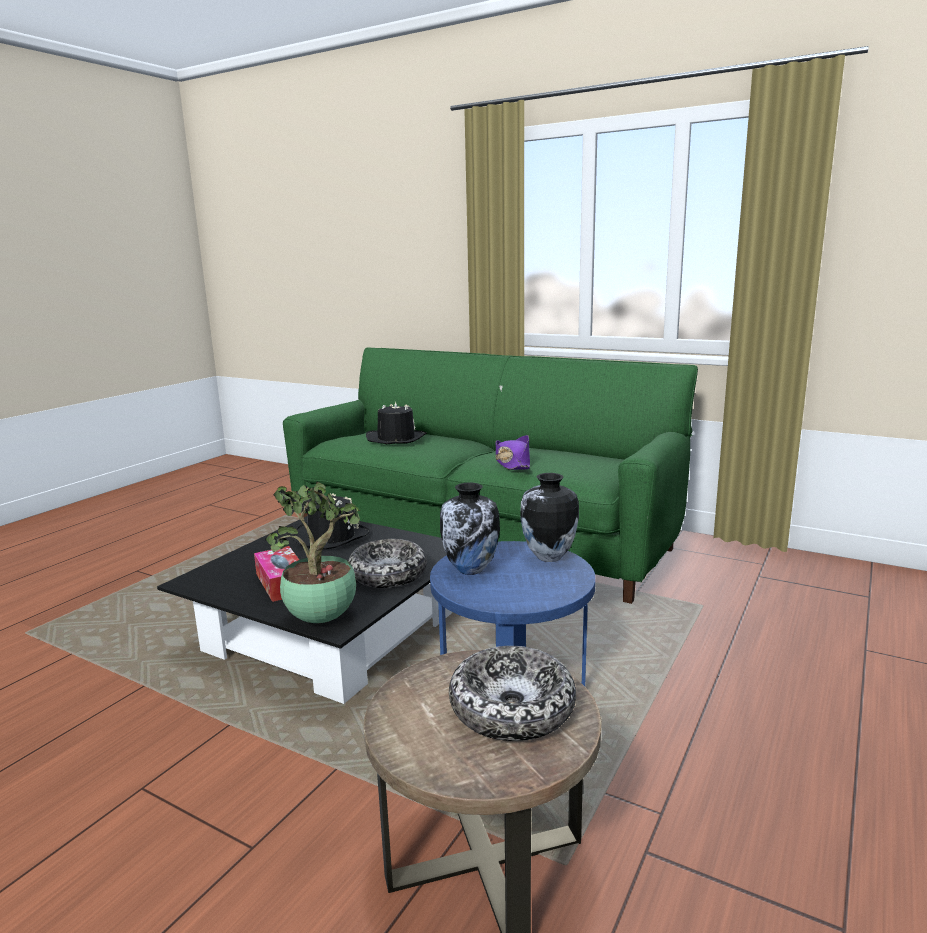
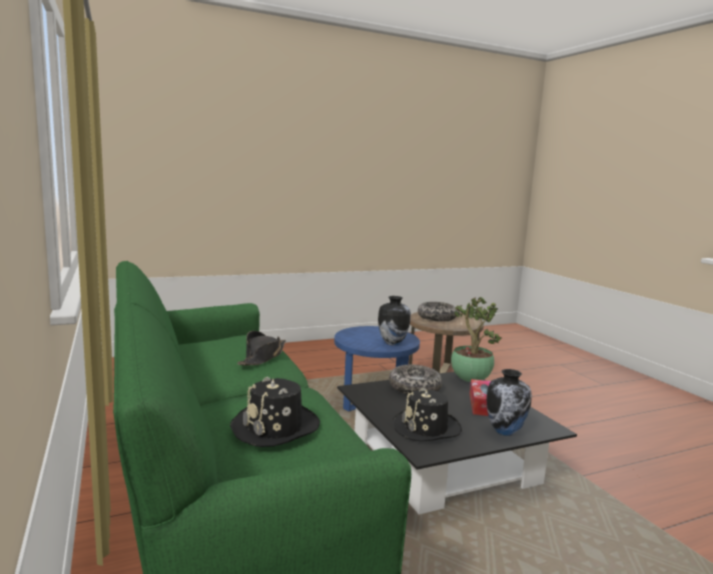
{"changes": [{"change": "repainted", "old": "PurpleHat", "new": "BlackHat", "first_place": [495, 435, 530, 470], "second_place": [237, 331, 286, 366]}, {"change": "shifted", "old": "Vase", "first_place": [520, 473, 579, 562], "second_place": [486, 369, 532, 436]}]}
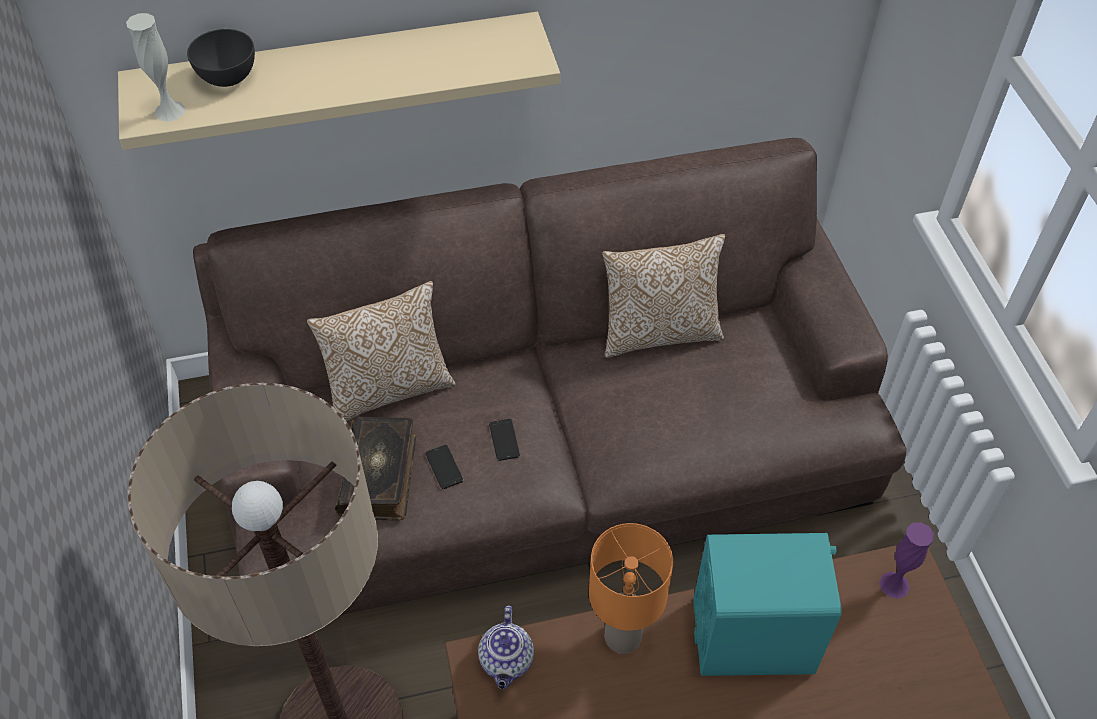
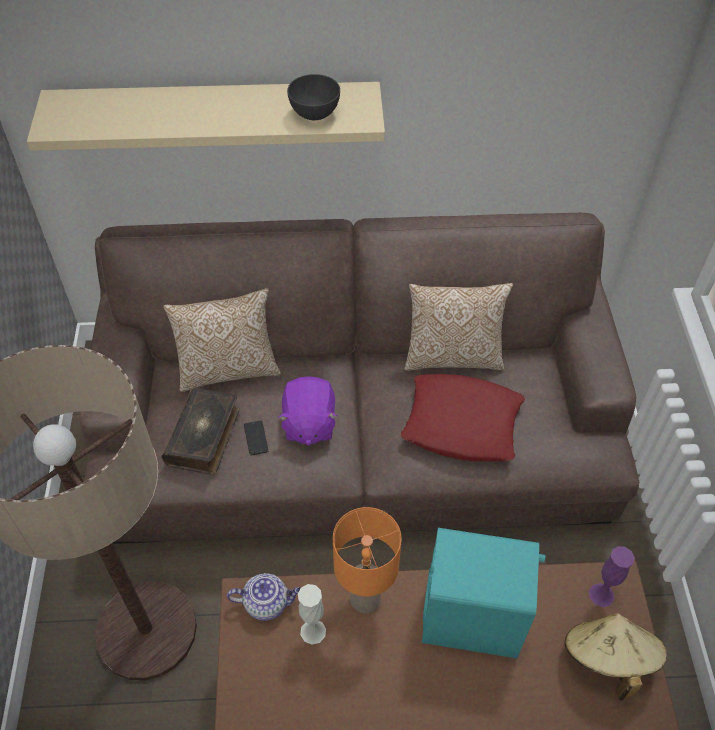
{"changes": [{"change": "rotated", "old": "Teapot", "first_place": [478, 605, 534, 689], "second_place": [227, 573, 301, 621], "degrees": -105}, {"change": "swapped", "old": "Phone", "new": "PurplePlushToy", "first_place": [489, 419, 520, 461], "second_place": [278, 376, 338, 446]}, {"change": "shifted", "old": "GreyBowl", "first_place": [187, 29, 255, 87], "second_place": [287, 74, 340, 120]}, {"change": "shifted", "old": "WhiteVase", "first_place": [126, 13, 185, 122], "second_place": [298, 584, 326, 645]}, {"change": "new", "new": "RedPillow", "second_place": [401, 374, 525, 462]}, {"change": "new", "new": "BeigeHat", "second_place": [565, 613, 667, 700]}]}
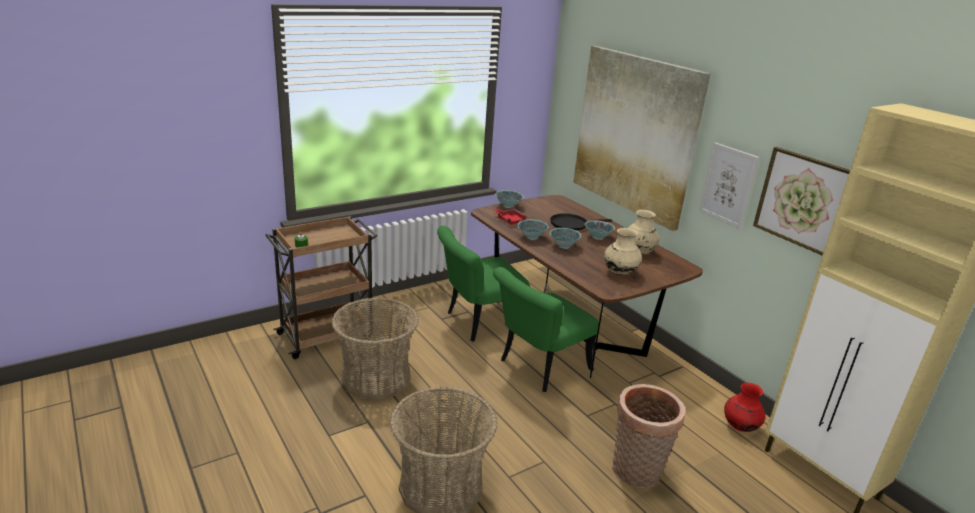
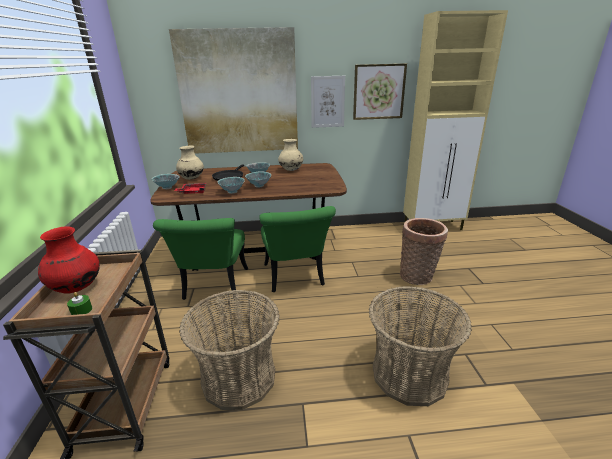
{"changes": [{"change": "shifted", "old": "RedVase", "first_place": [724, 383, 765, 432], "second_place": [38, 226, 100, 294]}, {"change": "shifted", "old": "BeigeVase", "first_place": [604, 228, 642, 275], "second_place": [176, 146, 204, 180]}]}
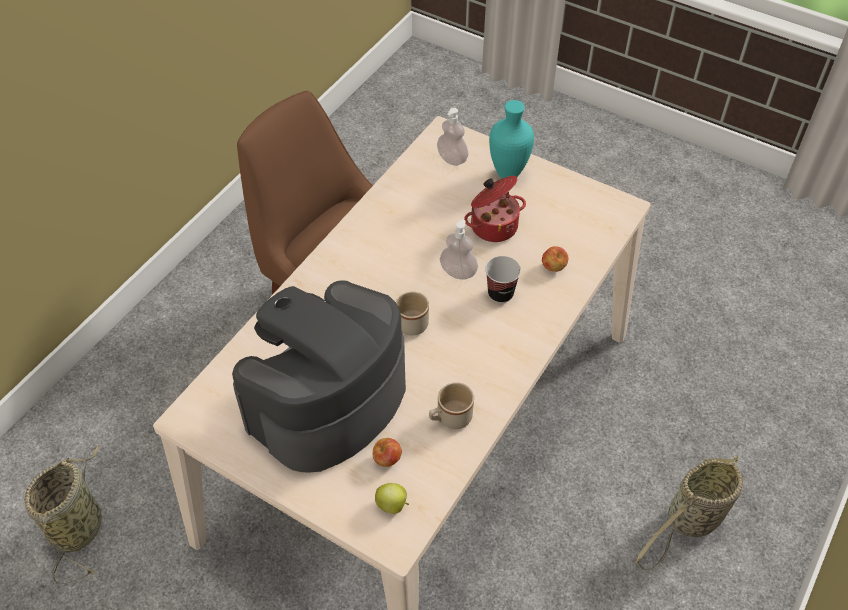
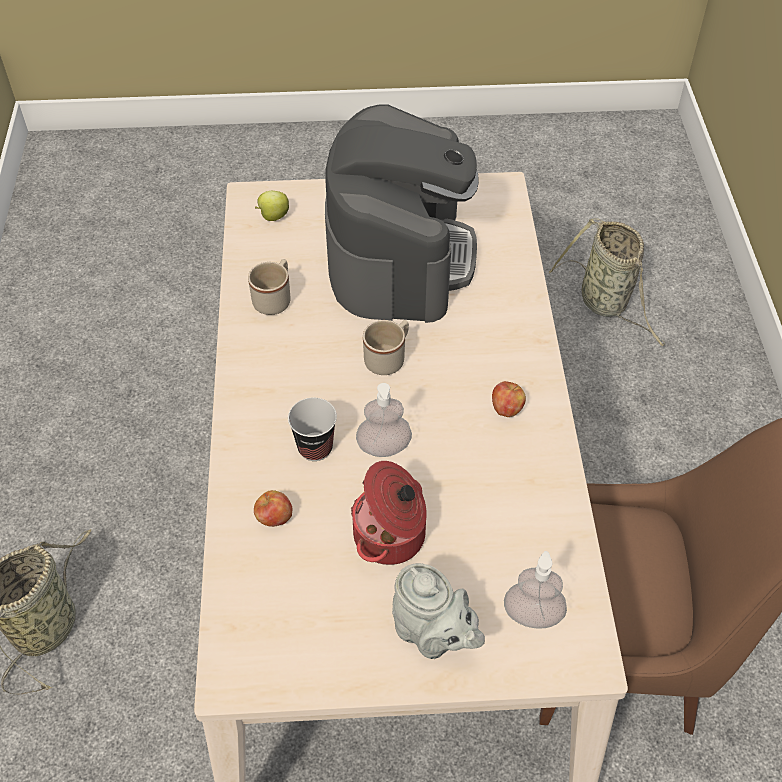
{"changes": [{"change": "swapped", "old": "TurquoiseVase", "new": "GreyTeapot", "first_place": [489, 100, 534, 178], "second_place": [392, 563, 485, 659]}, {"change": "shifted", "old": "Apple", "first_place": [372, 438, 402, 467], "second_place": [492, 381, 526, 417]}]}
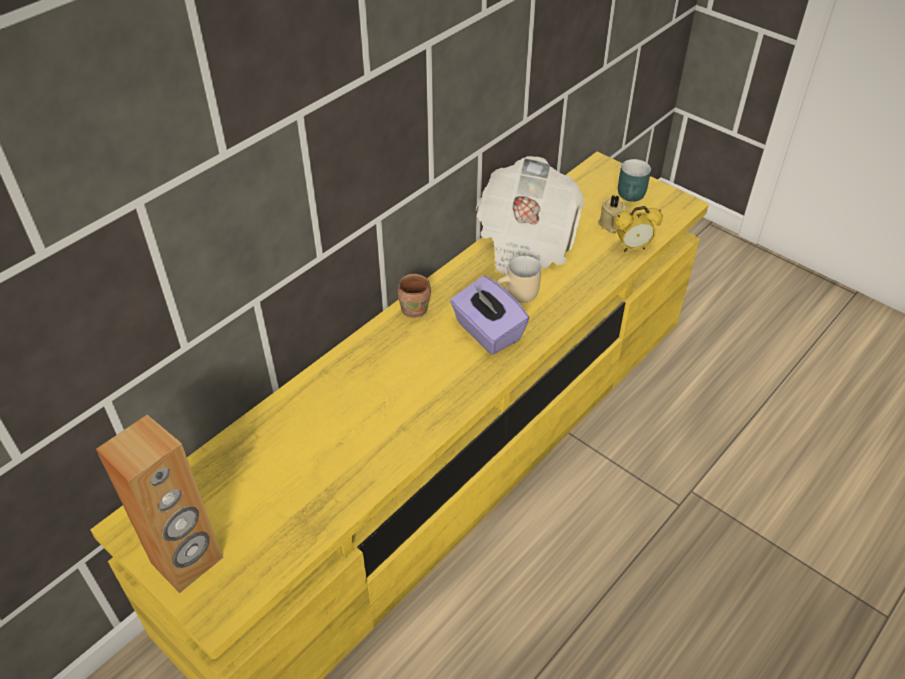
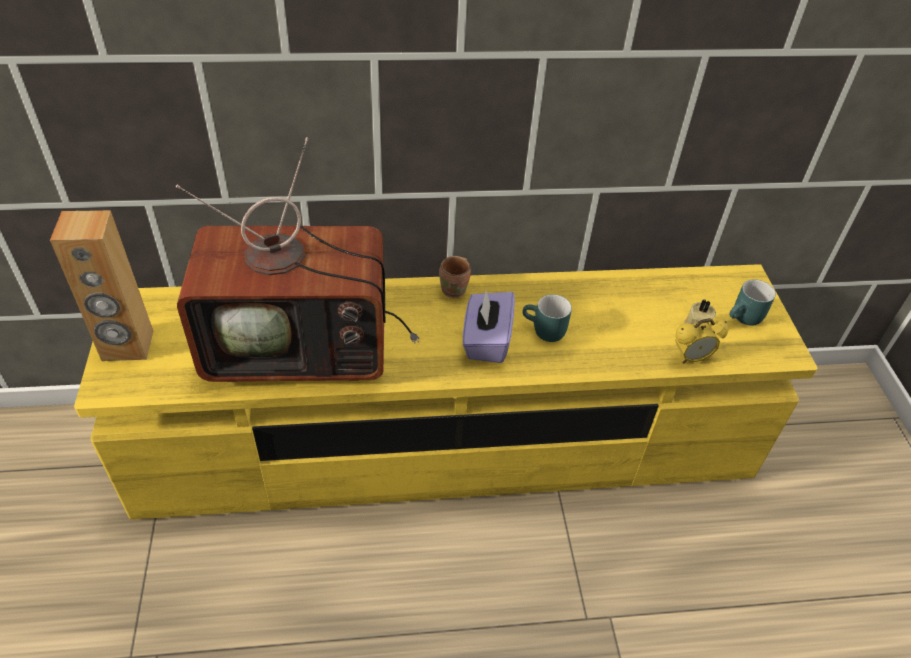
{"changes": [{"change": "new", "new": "Television", "second_place": [176, 137, 419, 382]}, {"change": "repainted", "old": "BeigeMug", "new": "TurquoiseMug", "first_place": [496, 255, 542, 303], "second_place": [523, 294, 572, 342]}, {"change": "rotated", "old": "AlarmClock", "first_place": [614, 206, 663, 252], "second_place": [675, 318, 728, 364], "degrees": -45}, {"change": "gone", "old": "Newspaper", "first_place": [476, 156, 584, 275]}]}
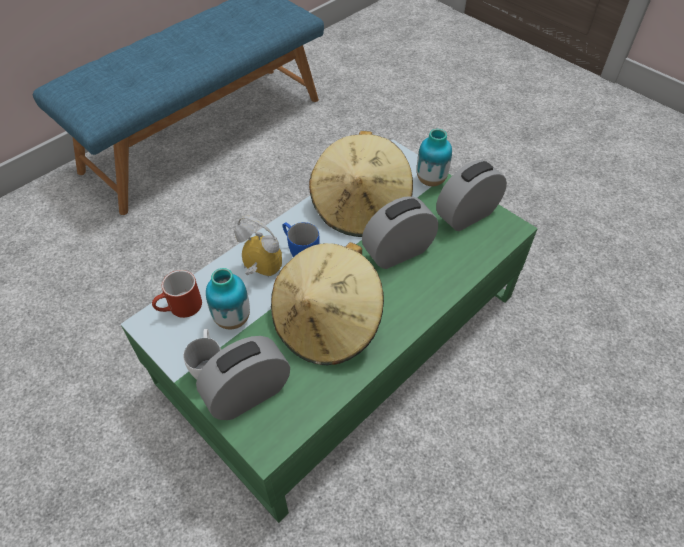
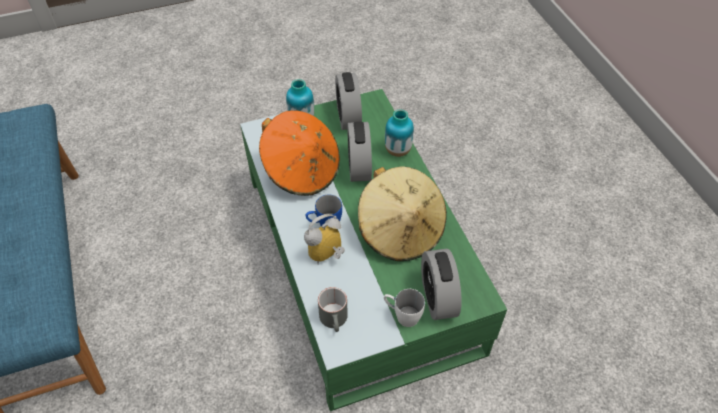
{"changes": [{"change": "repainted", "old": "BeigeHat", "new": "OrangeHat", "first_place": [309, 131, 413, 237], "second_place": [259, 111, 340, 196]}, {"change": "repainted", "old": "RedMug", "new": "GreyMug", "first_place": [152, 270, 202, 318], "second_place": [318, 287, 348, 332]}, {"change": "shifted", "old": "Vase", "first_place": [206, 268, 250, 330], "second_place": [385, 109, 414, 157]}]}
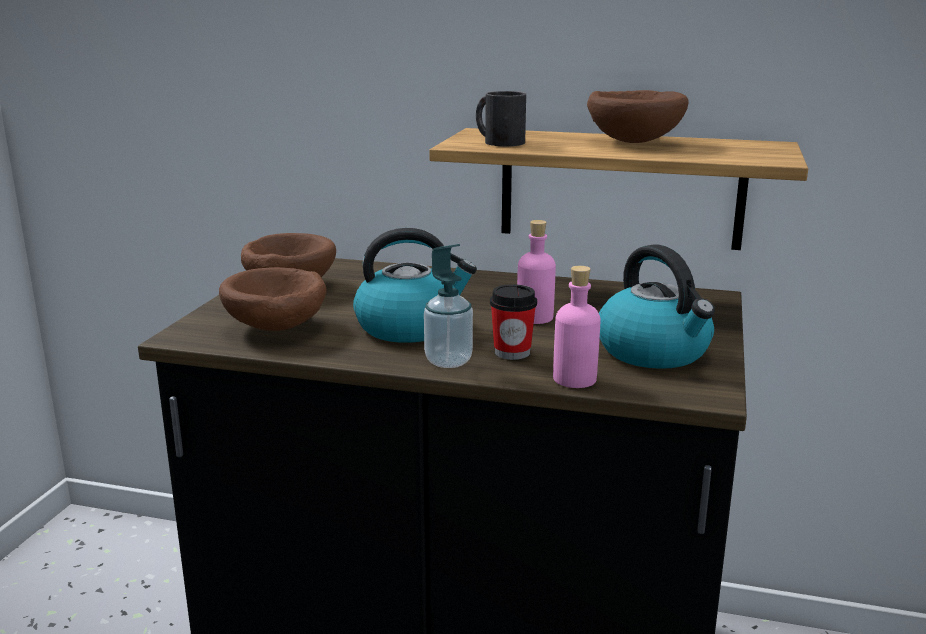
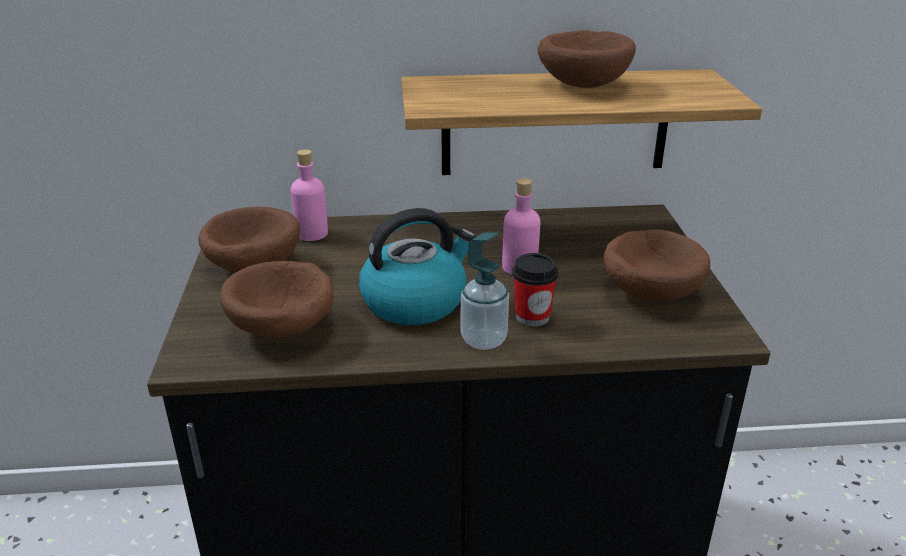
{"changes": [{"change": "shifted", "old": "PinkBottle", "first_place": [553, 266, 601, 388], "second_place": [291, 149, 328, 241]}, {"change": "swapped", "old": "Kettle", "new": "BrownBowl", "first_place": [599, 245, 715, 369], "second_place": [604, 229, 710, 302]}, {"change": "gone", "old": "BlackMug", "first_place": [476, 91, 526, 146]}]}
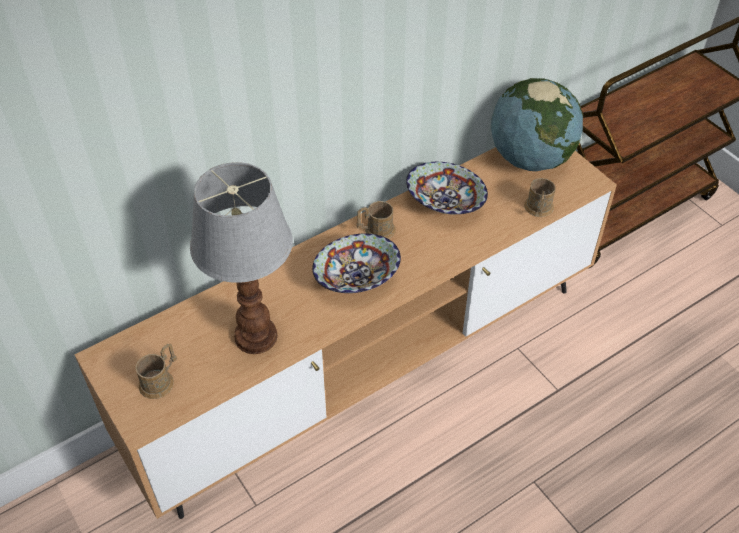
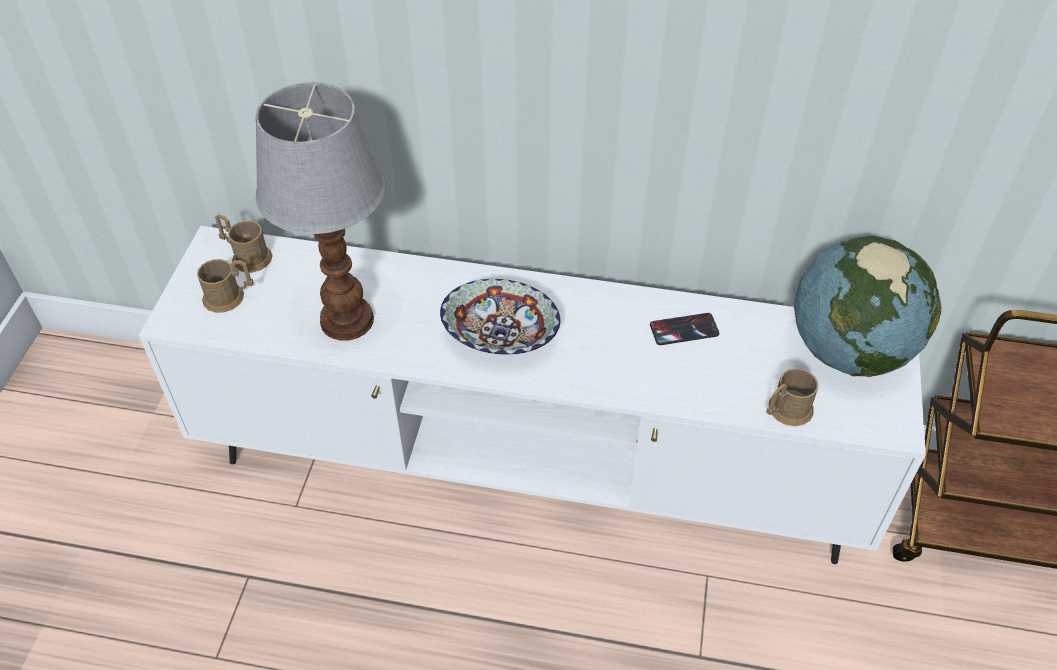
{"changes": [{"change": "repainted", "old": "BrownTvStand", "new": "WhiteTvStand", "first_place": [74, 147, 617, 519], "second_place": [139, 226, 926, 564]}, {"change": "shifted", "old": "BrownMug", "first_place": [356, 201, 396, 239], "second_place": [215, 214, 273, 272]}, {"change": "swapped", "old": "Bowl", "new": "Phone", "first_place": [406, 162, 488, 214], "second_place": [650, 313, 719, 345]}]}
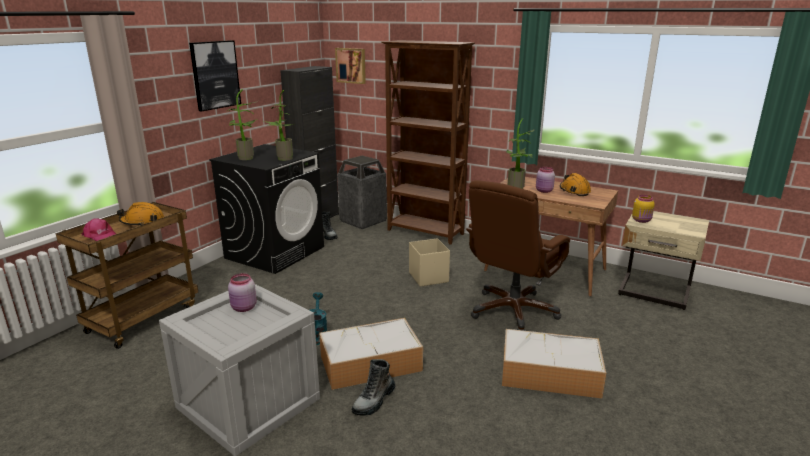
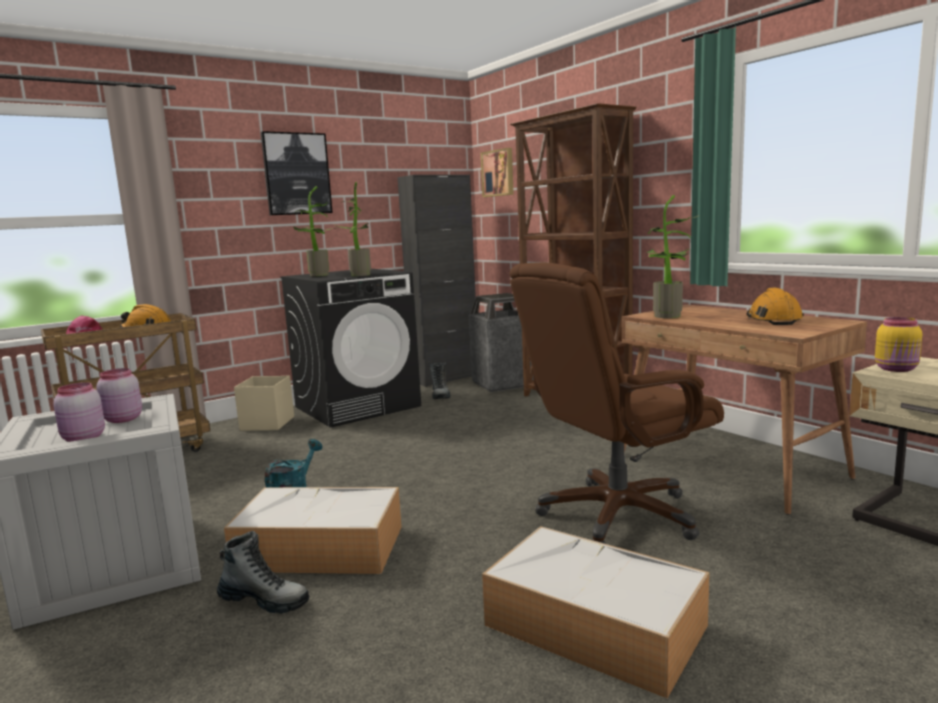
{"changes": [{"change": "shifted", "old": "PinkJar", "first_place": [536, 167, 555, 193], "second_place": [54, 382, 105, 442]}, {"change": "rotated", "old": "Boot", "first_place": [352, 359, 395, 416], "second_place": [217, 531, 309, 614], "degrees": -135}, {"change": "shifted", "old": "BeigeStorageBox", "first_place": [409, 238, 450, 287], "second_place": [234, 375, 294, 431]}]}
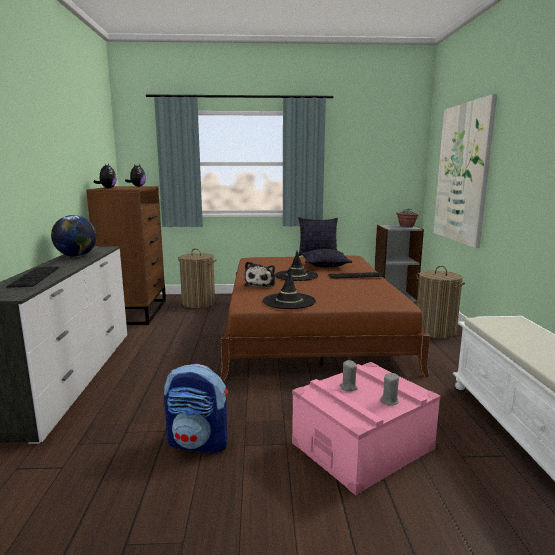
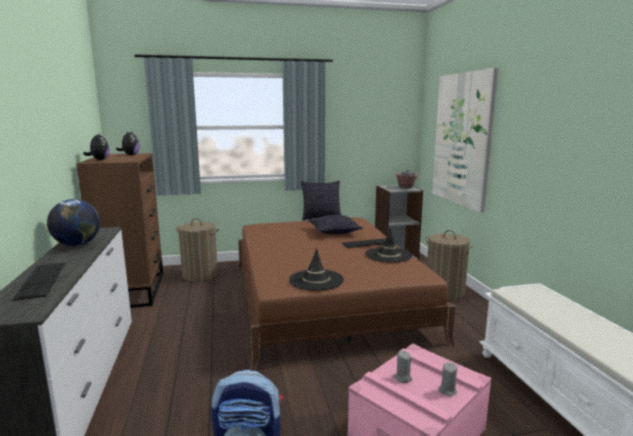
{"changes": [{"change": "shifted", "old": "BlackHat", "first_place": [275, 251, 318, 281], "second_place": [365, 228, 412, 263]}, {"change": "gone", "old": "PlushToy", "first_place": [244, 261, 275, 287]}]}
